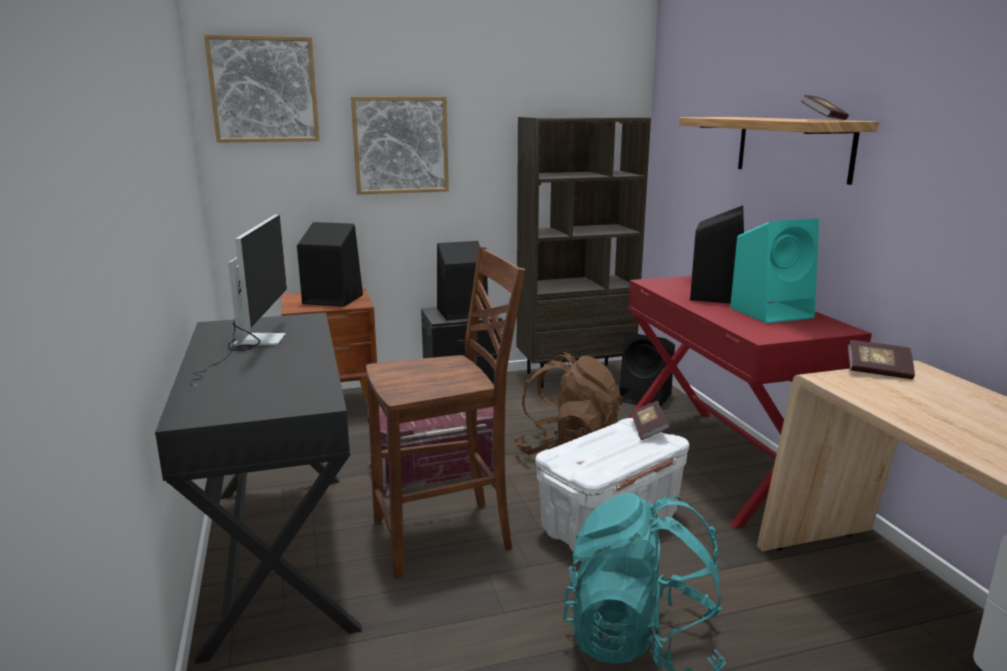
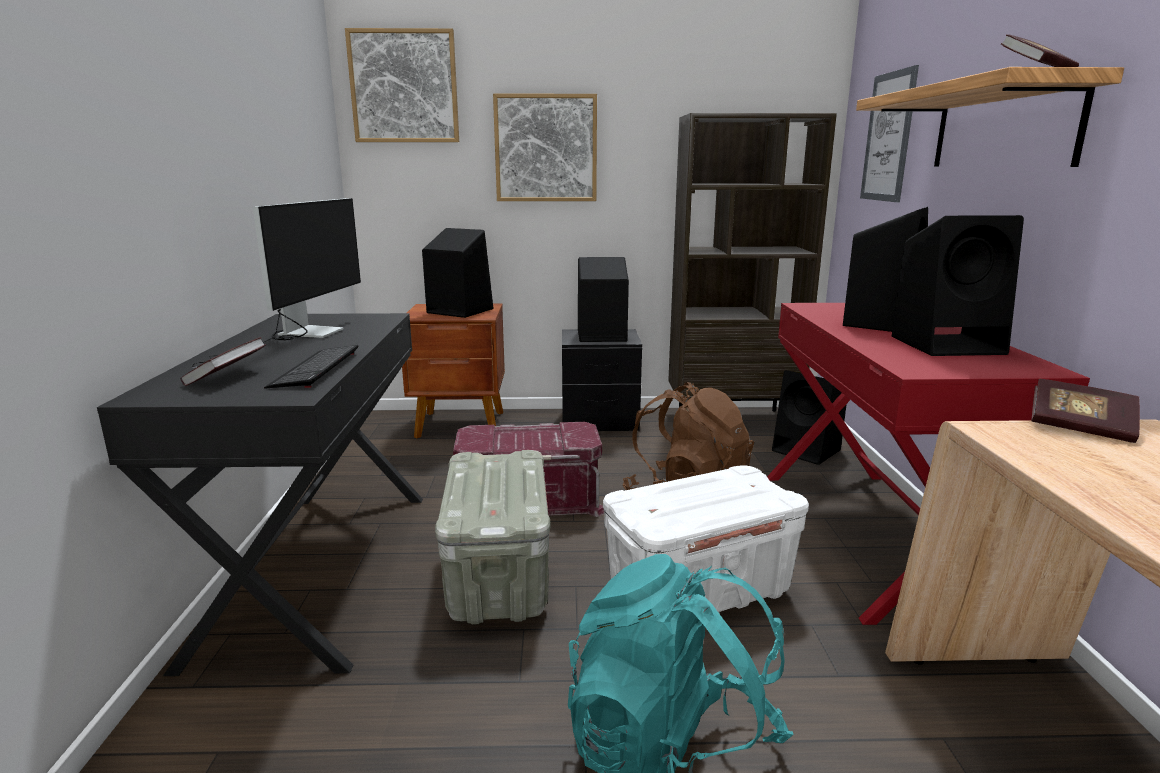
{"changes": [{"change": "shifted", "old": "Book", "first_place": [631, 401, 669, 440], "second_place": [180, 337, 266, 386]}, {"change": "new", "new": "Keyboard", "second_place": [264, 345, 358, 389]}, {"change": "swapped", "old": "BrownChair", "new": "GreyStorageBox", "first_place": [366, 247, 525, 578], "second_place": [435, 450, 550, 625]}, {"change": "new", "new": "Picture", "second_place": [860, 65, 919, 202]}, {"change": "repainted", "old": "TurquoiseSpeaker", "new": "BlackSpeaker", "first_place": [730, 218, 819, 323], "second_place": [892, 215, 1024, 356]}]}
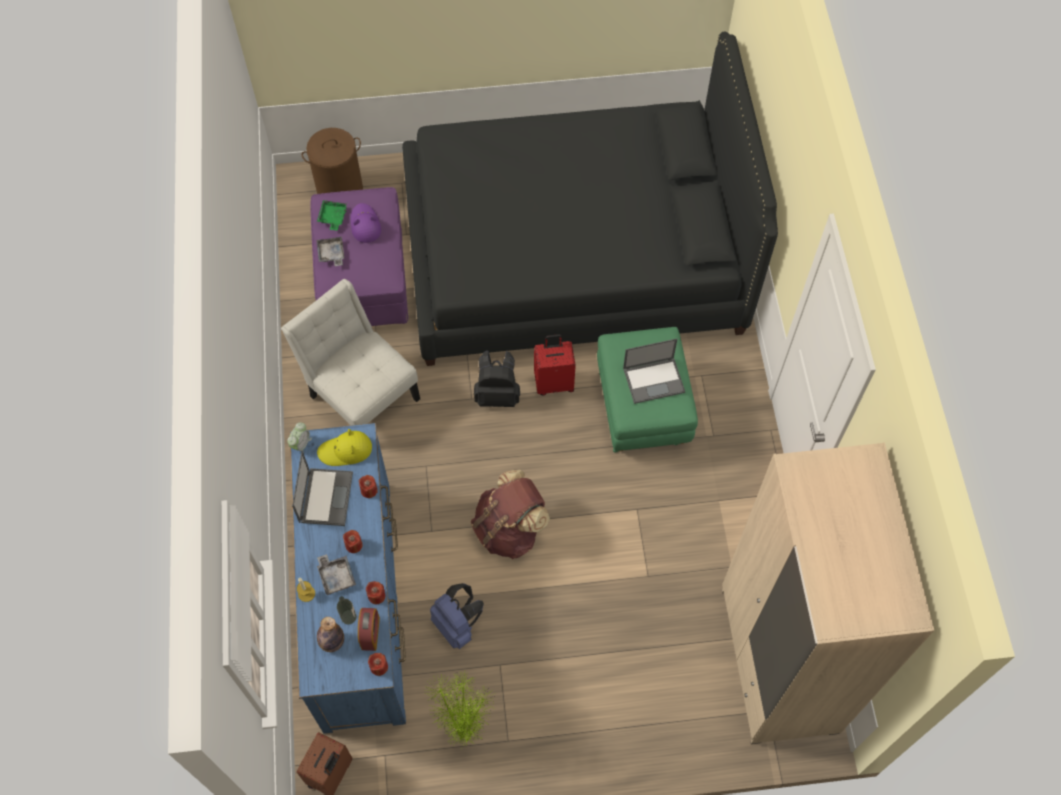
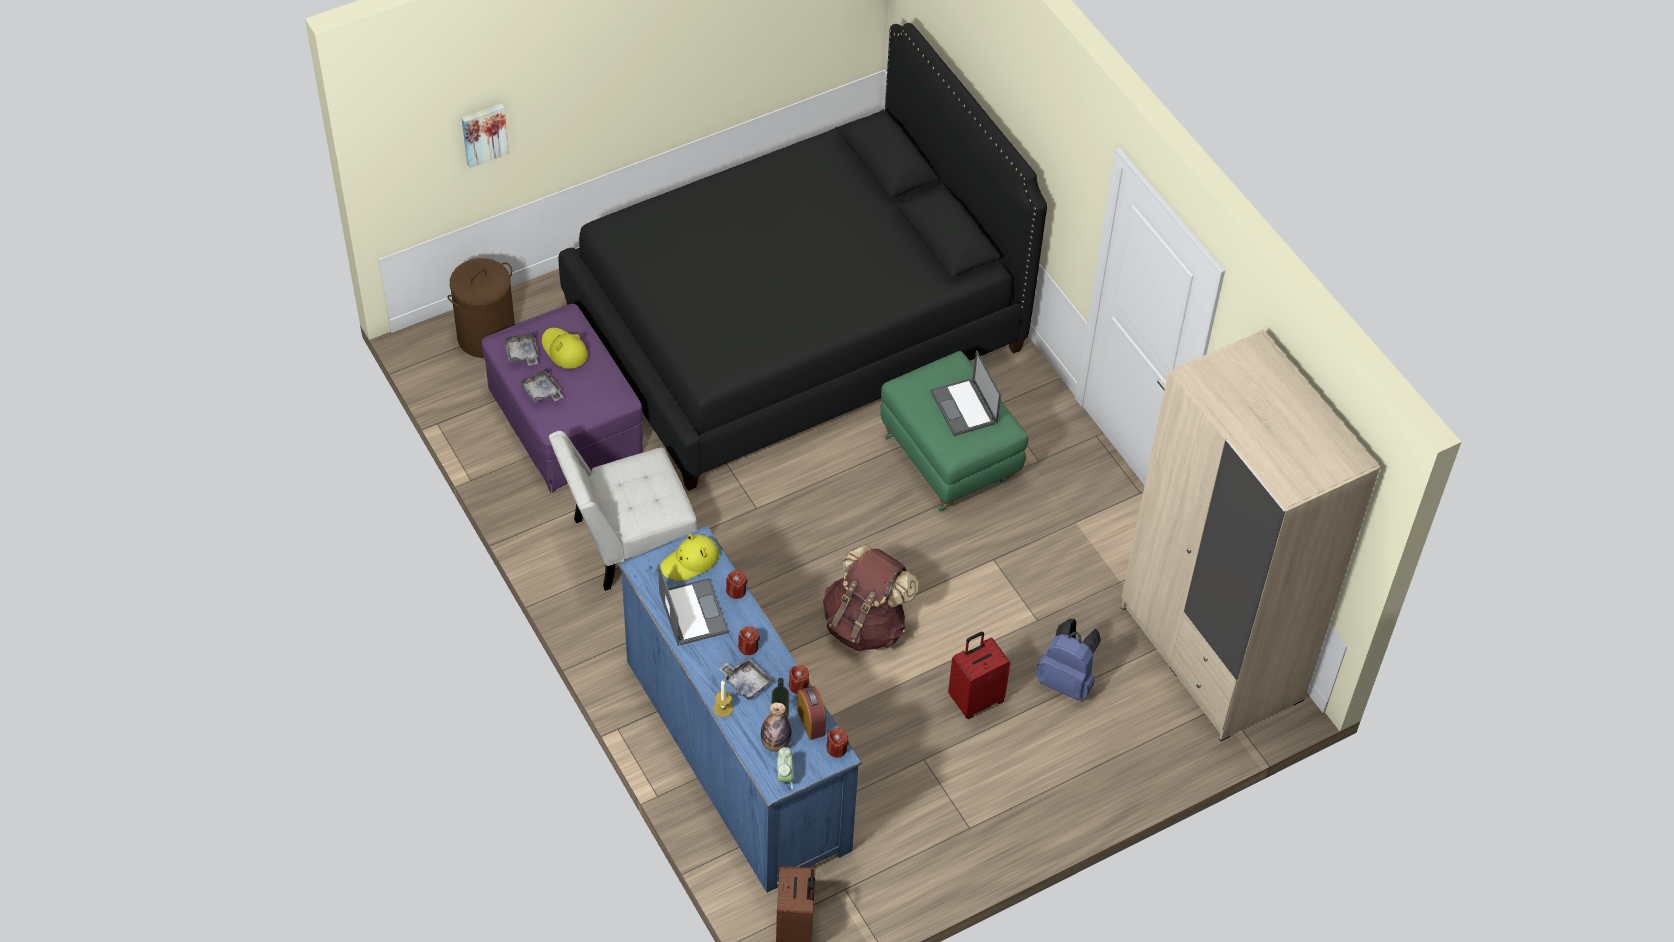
{"changes": [{"change": "new", "new": "Picture", "second_place": [462, 103, 509, 168]}, {"change": "repainted", "old": "GreenTray", "new": "GreyTray", "first_place": [317, 200, 347, 231], "second_place": [504, 332, 539, 366]}, {"change": "repainted", "old": "PurpleHat", "new": "YellowHat", "first_place": [351, 203, 381, 243], "second_place": [542, 328, 588, 369]}, {"change": "rotated", "old": "WhiteChair", "first_place": [281, 279, 420, 425], "second_place": [549, 431, 697, 591], "degrees": -45}, {"change": "shifted", "old": "AlarmClock", "first_place": [287, 422, 312, 453], "second_place": [777, 747, 794, 789]}, {"change": "rotated", "old": "Laptop", "first_place": [623, 339, 685, 404], "second_place": [930, 351, 1001, 436], "degrees": 105}, {"change": "shifted", "old": "RedSuitcase", "first_place": [534, 334, 576, 396], "second_place": [948, 631, 1010, 719]}, {"change": "shifted", "old": "BlueBackpack", "first_place": [430, 583, 484, 649], "second_place": [1036, 619, 1101, 701]}, {"change": "gone", "old": "PottedPlant", "first_place": [424, 673, 495, 750]}, {"change": "gone", "old": "BlackBackpack", "first_place": [474, 351, 520, 407]}]}
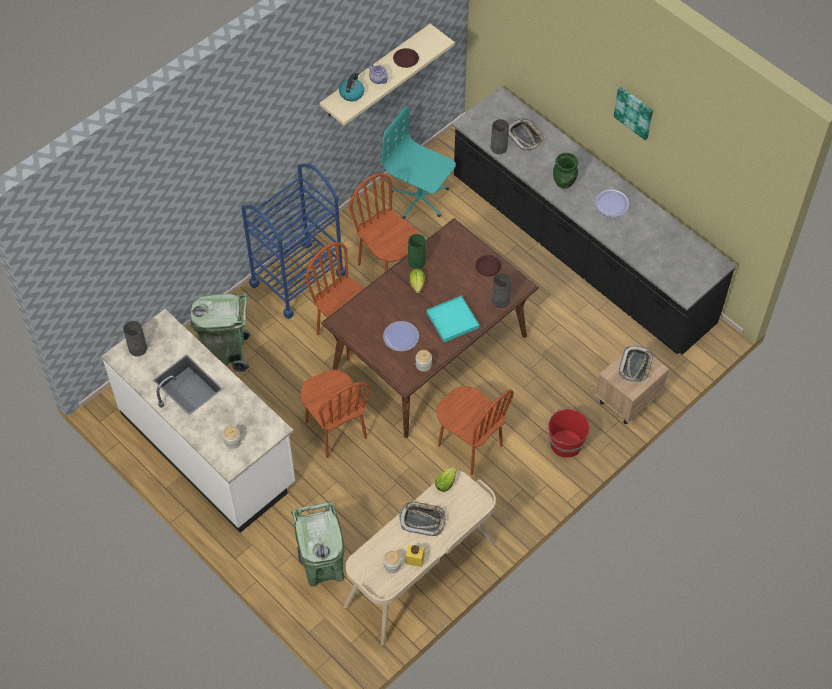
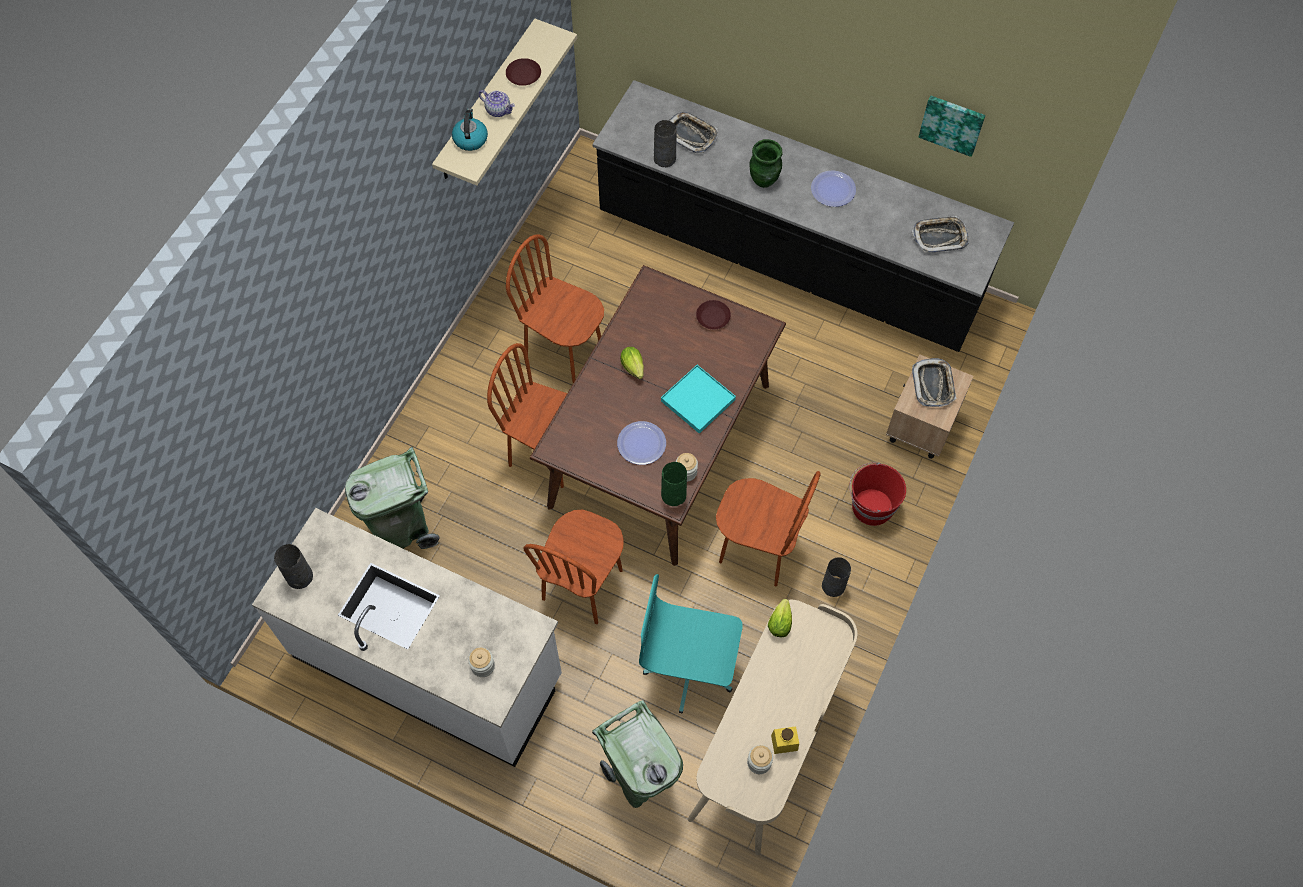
{"changes": [{"change": "rotated", "old": "BrownChair", "first_place": [300, 370, 370, 458], "second_place": [524, 510, 623, 624], "degrees": 75}, {"change": "shifted", "old": "TurquoiseOfficeChair", "first_place": [382, 106, 456, 219], "second_place": [639, 574, 743, 714]}, {"change": "shifted", "old": "GreenVase", "first_place": [408, 234, 426, 269], "second_place": [661, 462, 687, 506]}, {"change": "shifted", "old": "GreyVase", "first_place": [492, 273, 511, 308], "second_place": [822, 557, 851, 597]}, {"change": "shifted", "old": "Tray", "first_place": [399, 502, 446, 536], "second_place": [912, 216, 968, 253]}, {"change": "shifted", "old": "Picture", "first_place": [613, 87, 653, 140], "second_place": [918, 95, 985, 157]}, {"change": "gone", "old": "BlueCart", "first_place": [241, 164, 345, 319]}]}
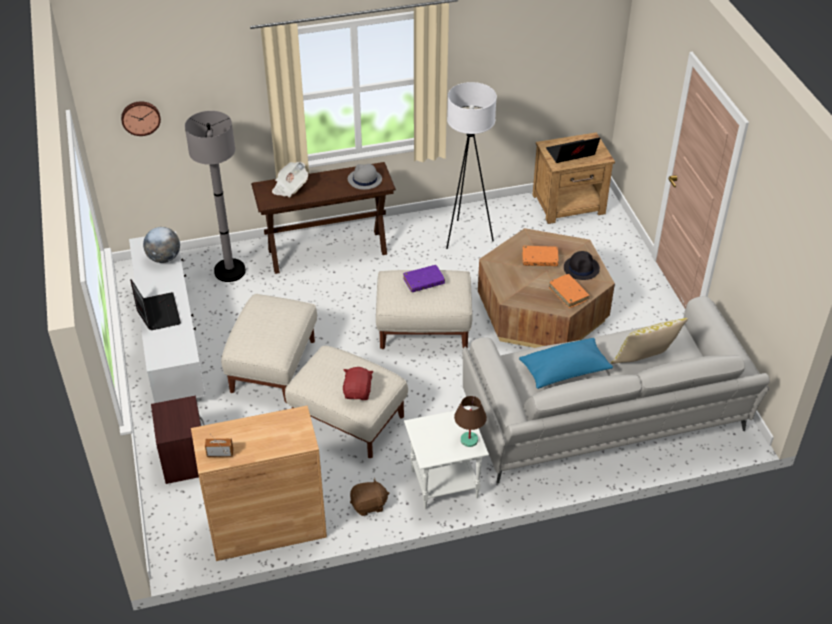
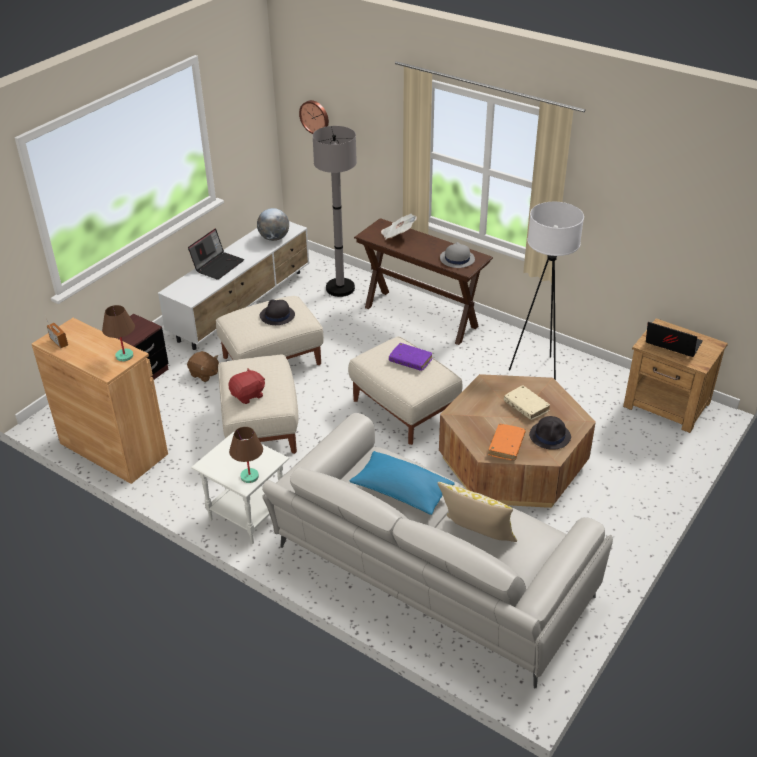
{"changes": [{"change": "new", "new": "BrownTableLamp", "second_place": [102, 305, 135, 362]}, {"change": "shifted", "old": "BrownPlushToy", "first_place": [350, 478, 389, 516], "second_place": [187, 351, 219, 382]}, {"change": "new", "new": "BlackHat", "second_place": [260, 299, 295, 325]}, {"change": "repainted", "old": "OrangeBook", "new": "BeigeBook", "first_place": [522, 246, 559, 266], "second_place": [504, 385, 550, 420]}]}
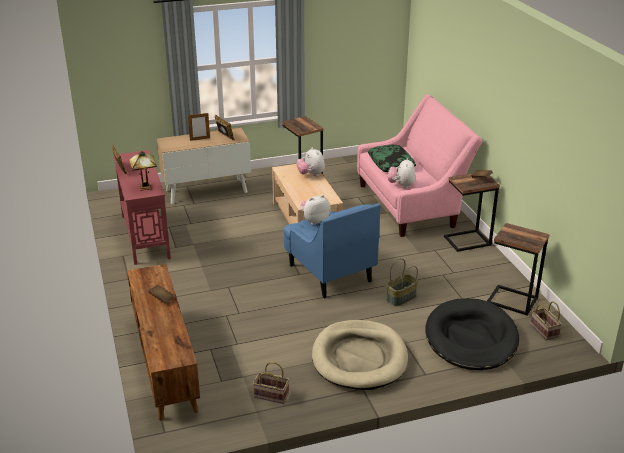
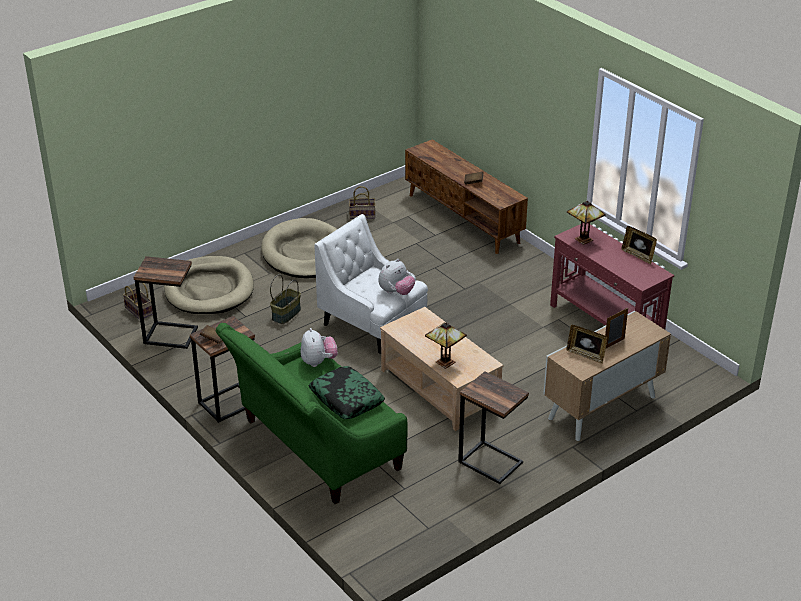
{"changes": [{"change": "repainted", "old": "BlackDogBed", "new": "BeigeDogBed", "first_place": [425, 298, 519, 370], "second_place": [164, 256, 254, 314]}, {"change": "repainted", "old": "PinkSofa", "new": "GreenSofa", "first_place": [357, 94, 482, 237], "second_place": [216, 323, 407, 504]}, {"change": "repainted", "old": "BlueArmchair", "new": "WhiteArmchair", "first_place": [283, 203, 381, 299], "second_place": [314, 214, 428, 354]}, {"change": "swapped", "old": "PlushToy", "new": "TableLamp", "first_place": [297, 147, 325, 176], "second_place": [425, 322, 467, 369]}]}
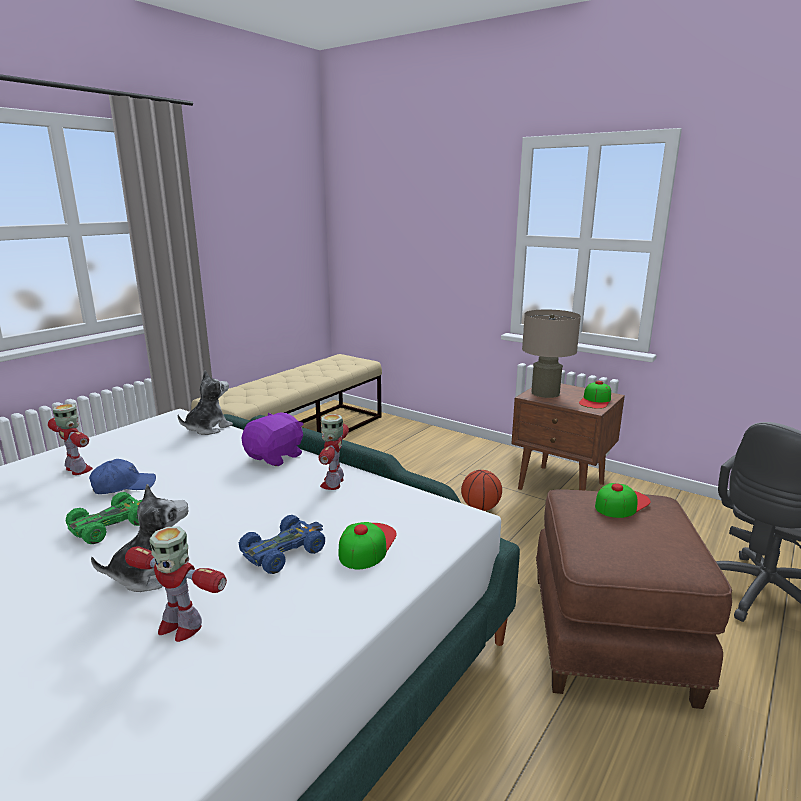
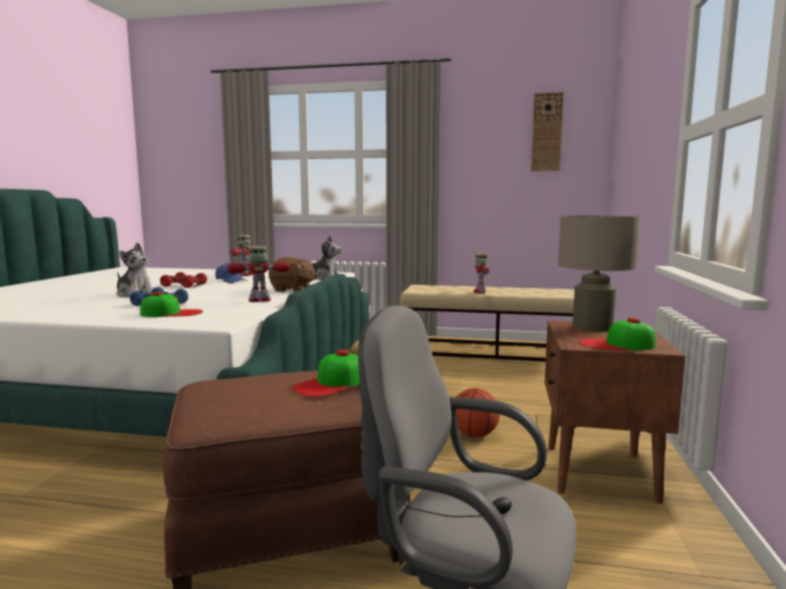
{"changes": [{"change": "repainted", "old": "GreenToyCar", "new": "RedToyCar", "first_place": [66, 492, 143, 544], "second_place": [160, 272, 207, 288]}, {"change": "repainted", "old": "PurplePlushToy", "new": "BrownPlushToy", "first_place": [241, 413, 304, 466], "second_place": [269, 257, 317, 292]}, {"change": "rotated", "old": "Cap", "first_place": [595, 483, 651, 518], "second_place": [293, 350, 360, 397], "degrees": 105}, {"change": "shifted", "old": "ToyRobot", "first_place": [125, 527, 227, 642], "second_place": [473, 253, 489, 293]}, {"change": "new", "new": "WallClock", "second_place": [531, 92, 564, 171]}]}
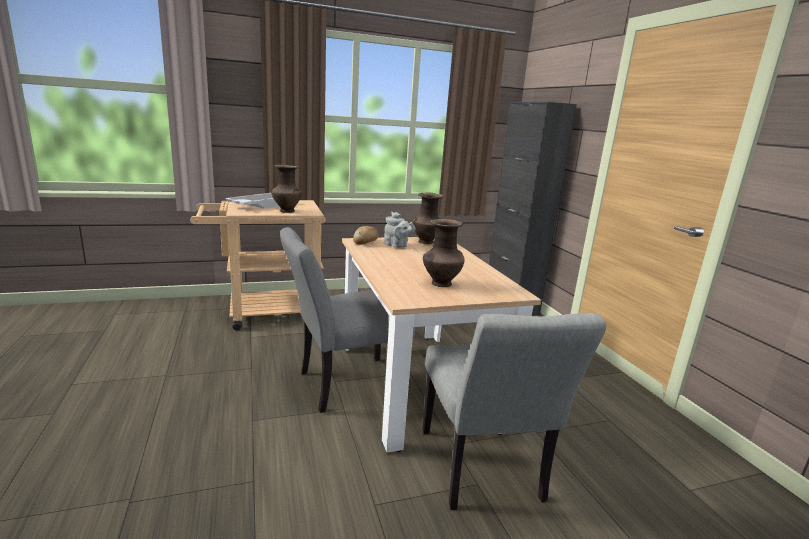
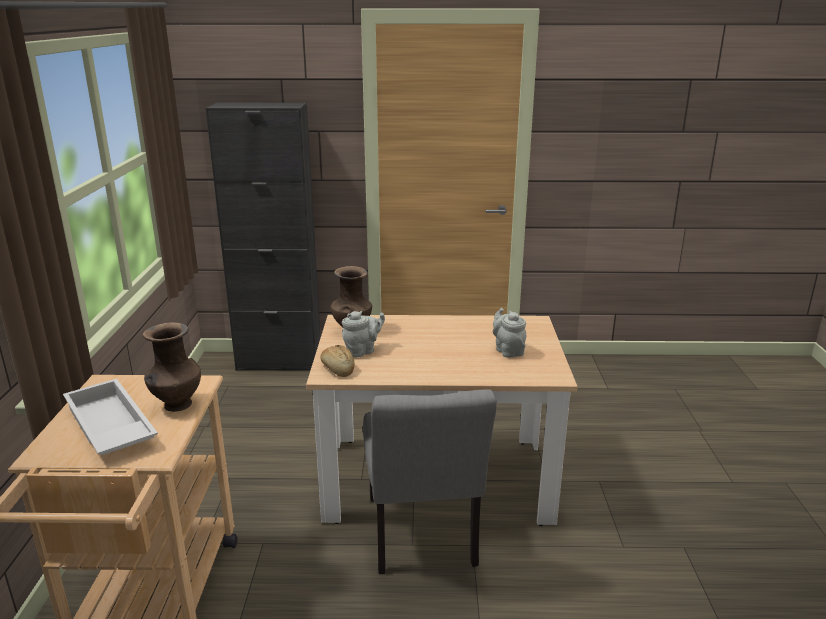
{"changes": [{"change": "swapped", "old": "BrownVase", "new": "GreyTeapot", "first_place": [423, 219, 465, 287], "second_place": [493, 308, 527, 358]}, {"change": "gone", "old": "GreyChair", "first_place": [422, 313, 606, 510]}]}
